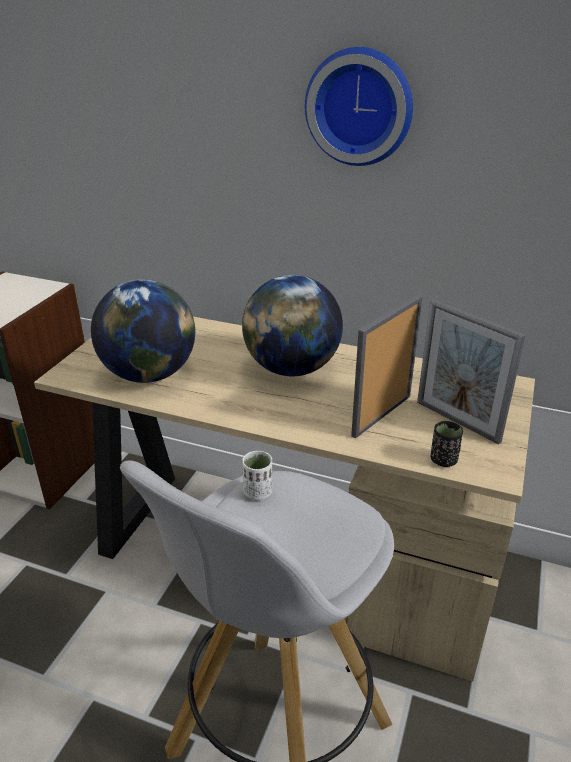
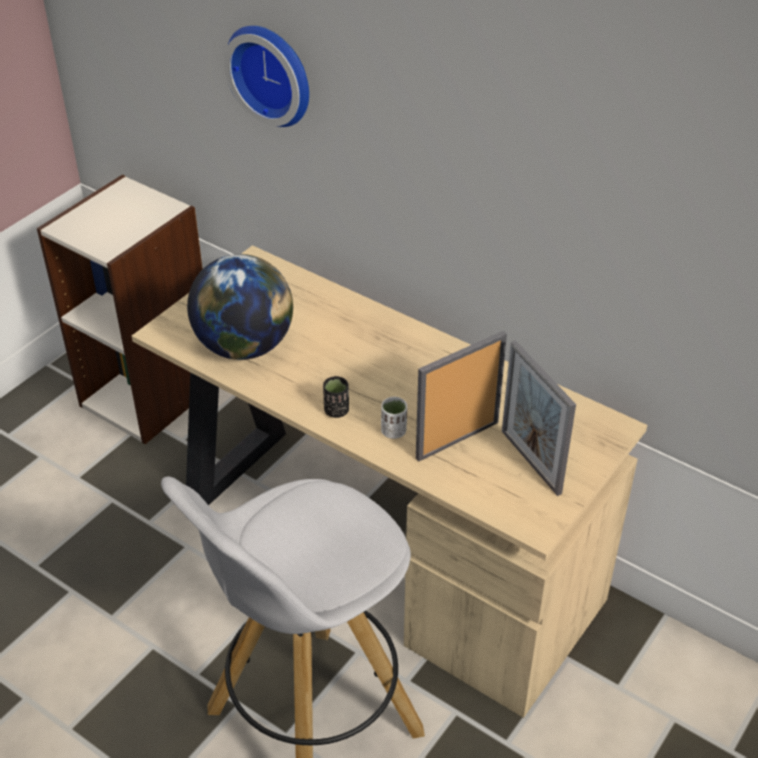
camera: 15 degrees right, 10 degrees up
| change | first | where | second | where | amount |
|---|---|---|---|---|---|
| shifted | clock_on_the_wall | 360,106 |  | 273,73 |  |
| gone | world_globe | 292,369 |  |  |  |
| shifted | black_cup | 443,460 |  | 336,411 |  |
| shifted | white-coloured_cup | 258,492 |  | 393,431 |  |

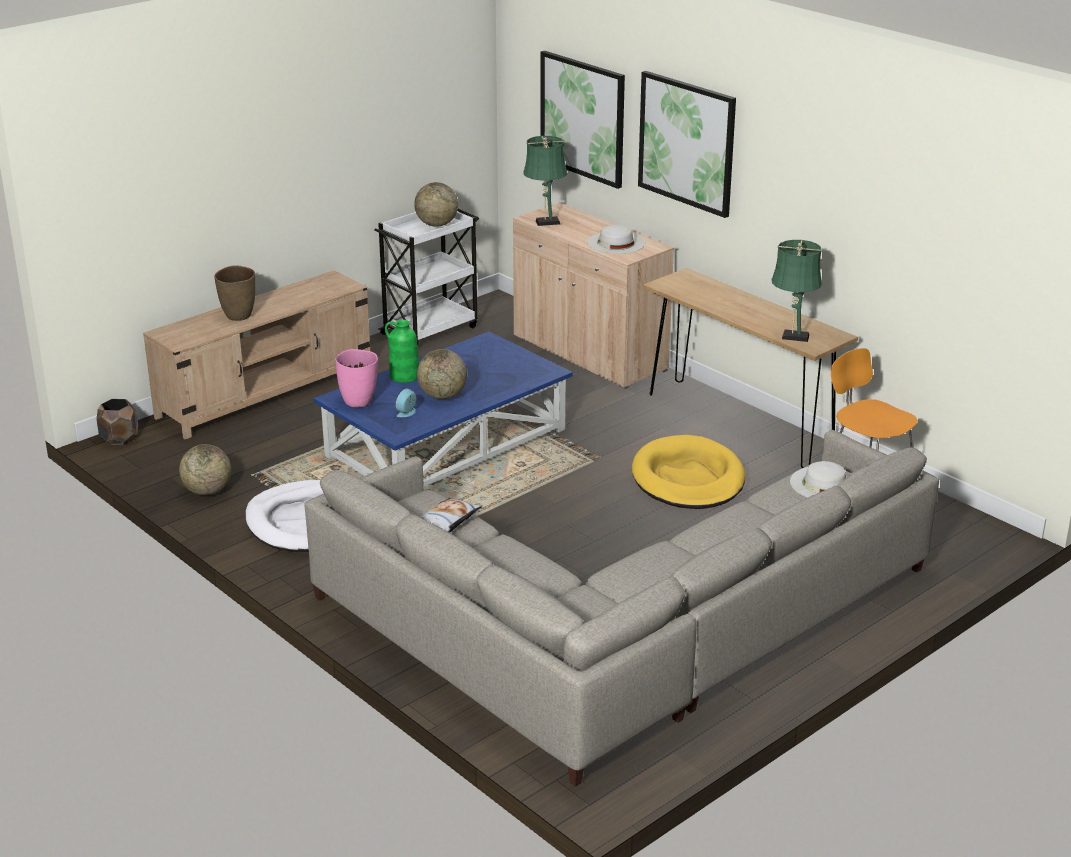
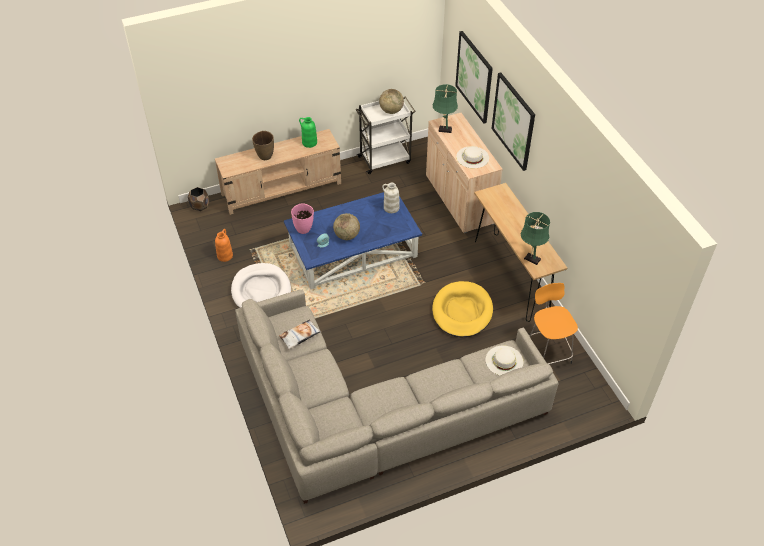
camera: 20 degrees right, 20 degrees up
| change | first | where | second | where | amount |
|---|---|---|---|---|---|
| shifted | greenish_decorative_vase | 404,376 |  | 309,143 |  |
| swapped | world_globe | 207,491 | orange-coloured_decorative_vase | 225,255 |  |
| new |  |  | white-coloured_decorative_vase | 391,208 |  |

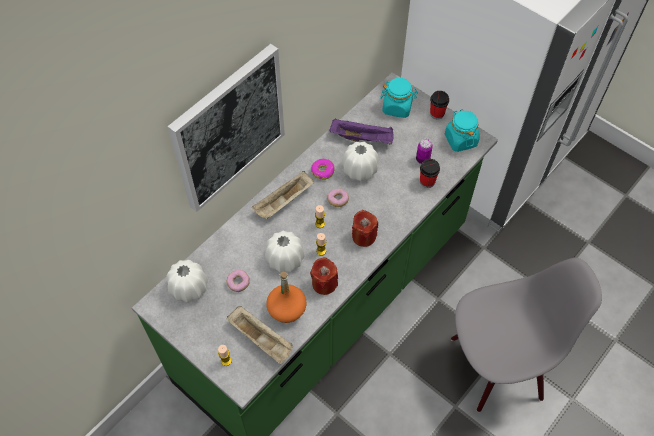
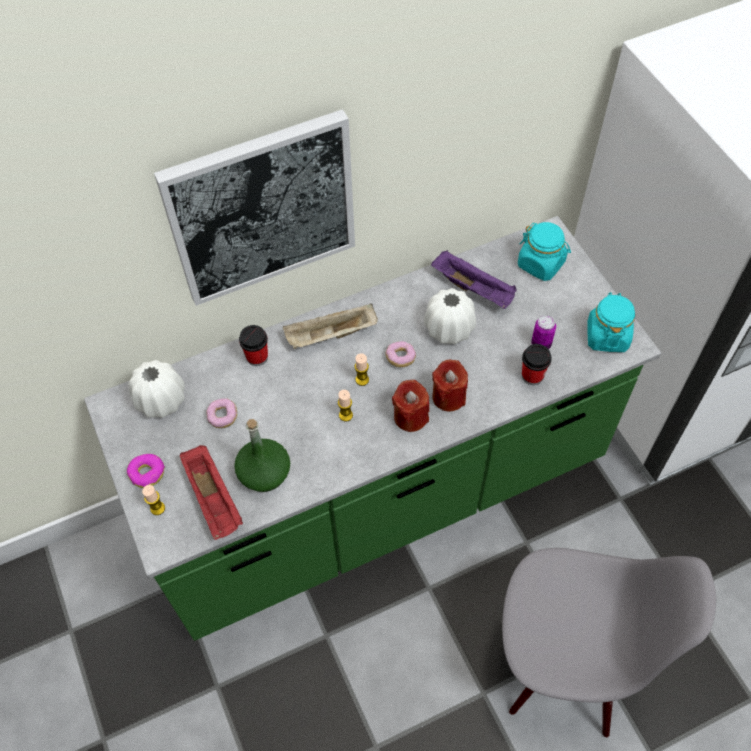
camera: 25 degrees right, 0 degrees up
| change | first | where | second | where | amount |
|---|---|---|---|---|---|
| shifted | cup | 437,114 |  | 257,357 |  |
| shifted | donut | 323,171 |  | 147,473 |  |
| gone | white-coloured_decorative_vase | 285,259 |  |  |  |
| shifted | red_candle | 324,283 |  | 448,397 |  |
| repainted | orange-coloured_bottle | 287,309 | greenish_bottle | 265,473 |  |
| repainted | beige-coloured_tray | 261,339 | red_tray | 214,499 |  |

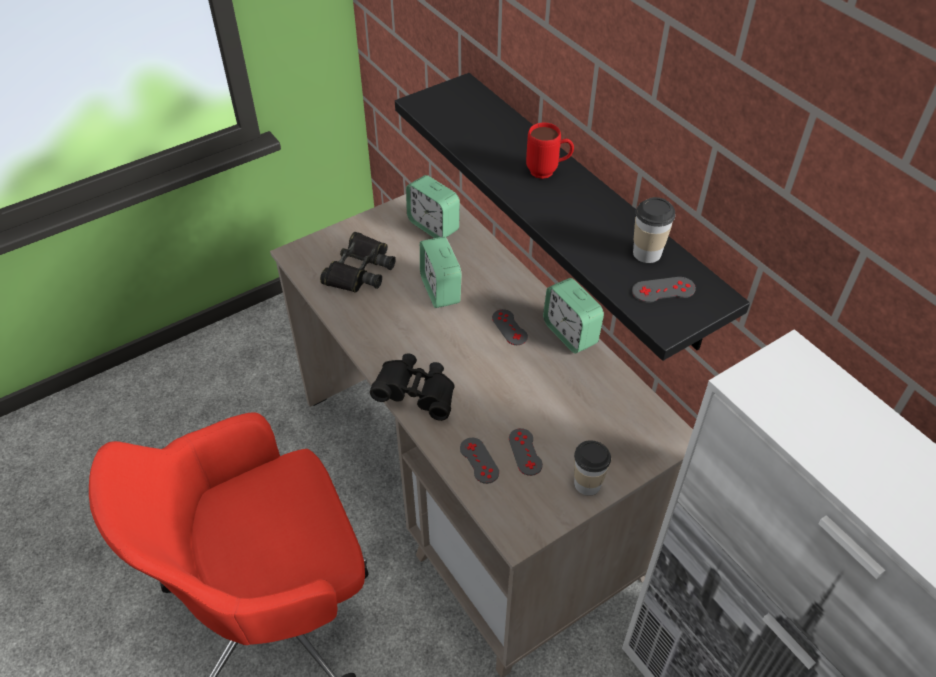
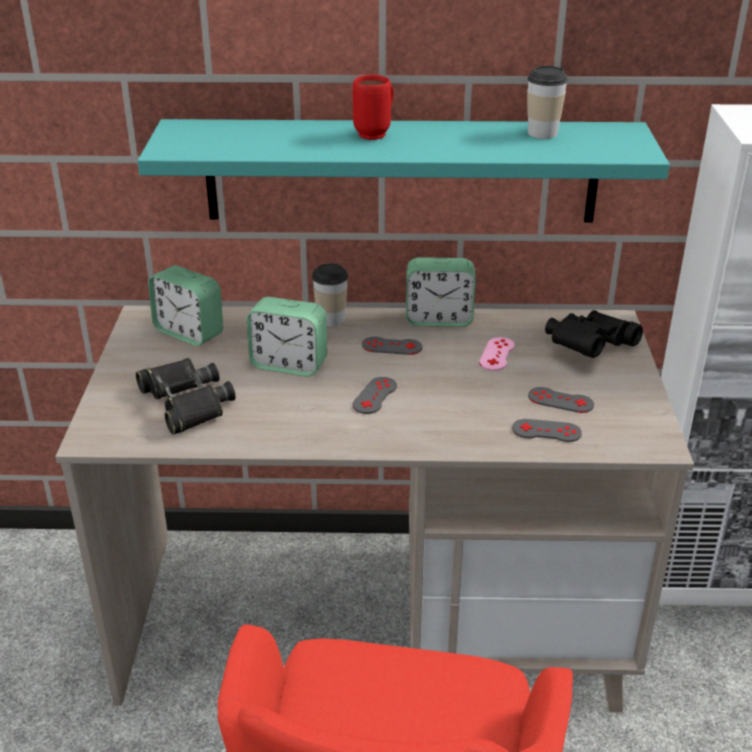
camera: 55 degrees left, 15 degrees down
| change | first | where | second | where | amount |
|---|---|---|---|---|---|
| repainted | black_shelf | 586,209 | blue-green_shelf | 401,171 |  |
| rotated | alarm_clock | 433,226 |  | 189,332 | 45 degrees clockwise |
| shifted | gray_game_controller | 663,290 |  | 375,396 |  |
| shifted | black_binoculars | 417,395 |  | 588,348 |  |
| shifted | cup | 587,484 |  | 331,319 |  |
| new |  |  | pinkish_game_controller | 497,354 |  |

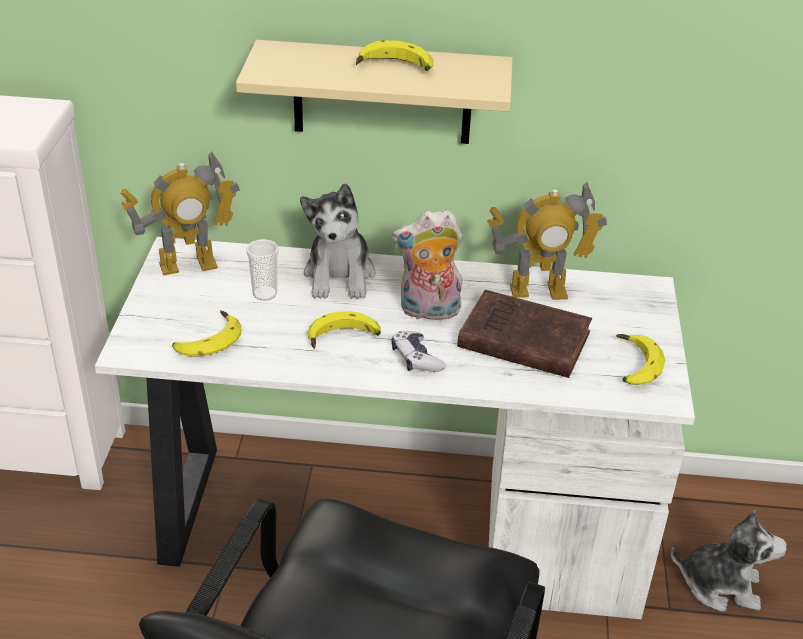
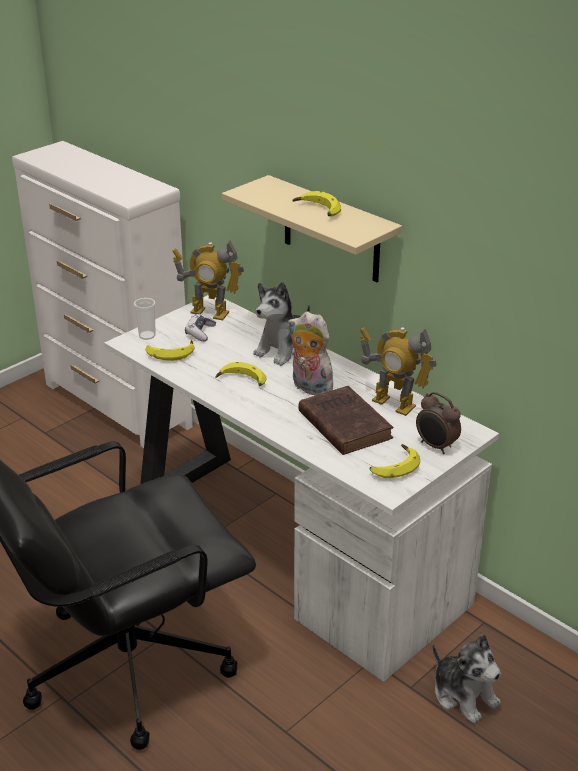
camera: 40 degrees right, 5 degrees down
| change | first | where | second | where | amount |
|---|---|---|---|---|---|
| shifted | cup | 264,294 |  | 147,335 |  |
| shifted | game_controller | 416,359 |  | 200,332 |  |
| new |  |  | alarm_clock | 436,446 |  |

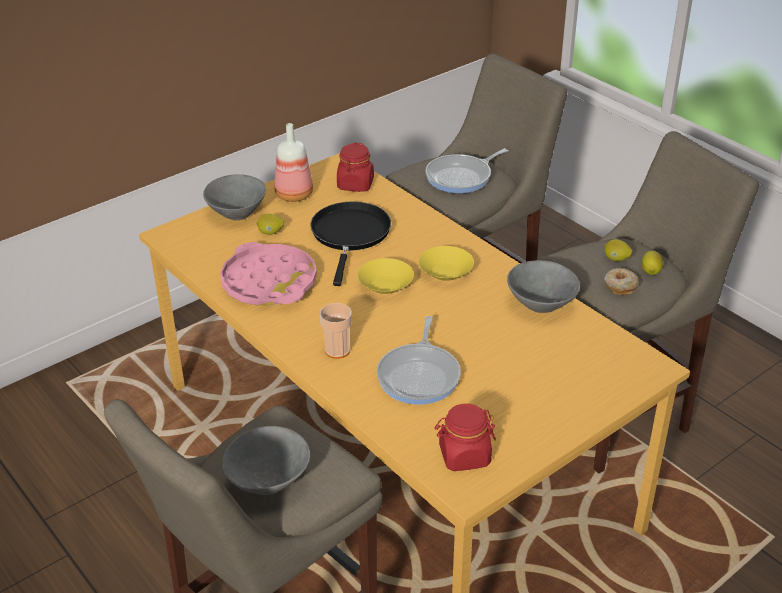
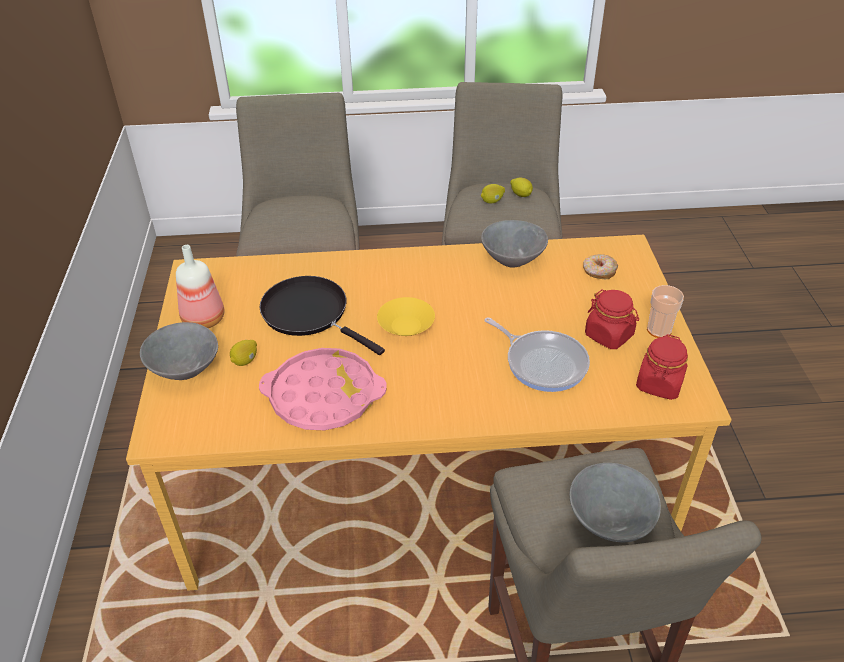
camera: 55 degrees left, 5 degrees up
| change | first | where | second | where | amount |
|---|---|---|---|---|---|
| shifted | red_preserve_jar | 355,184 |  | 609,335 |  |
| gone | frying_pan | 462,177 |  |  |  |
| gone | yellow-coloured_bowl | 446,273 |  |  |  |
| shifted | donut | 620,286 |  | 599,271 |  |
| shifted | cup | 337,350 |  | 659,330 |  |

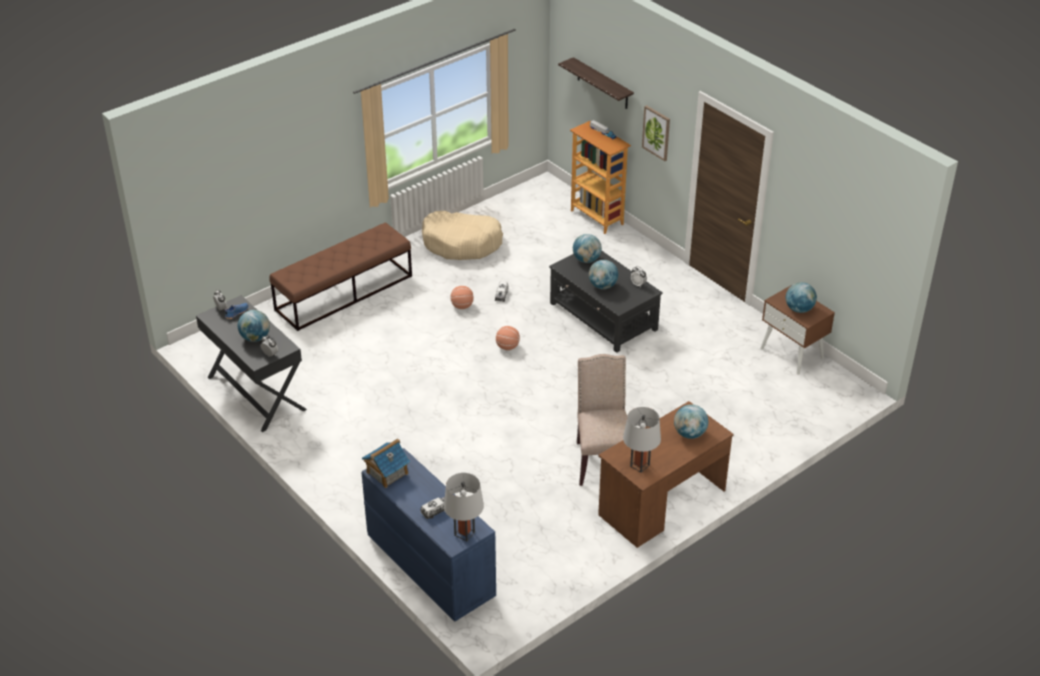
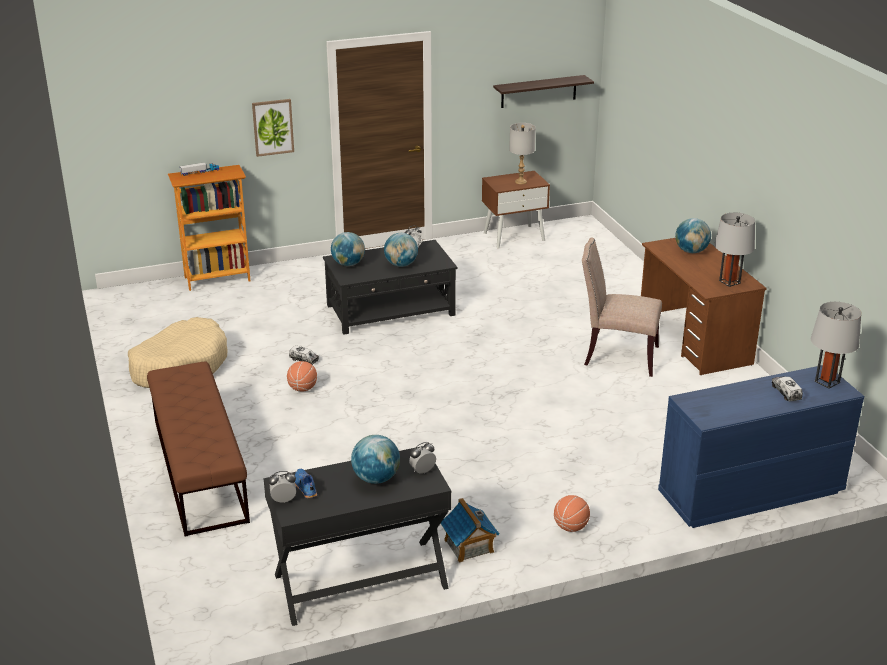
camera: 70 degrees left, 10 degrees down
| change | first | where | second | where | amount |
|---|---|---|---|---|---|
| shifted | shelf | 602,84 |  | 538,91 |  |
| swapped | world_globe | 799,309 | gray_lamp_for_a_table | 520,182 |  |
| shifted | basketball_ball | 507,347 |  | 570,527 |  |
| shifted | miniature_house | 387,473 |  | 469,546 |  |

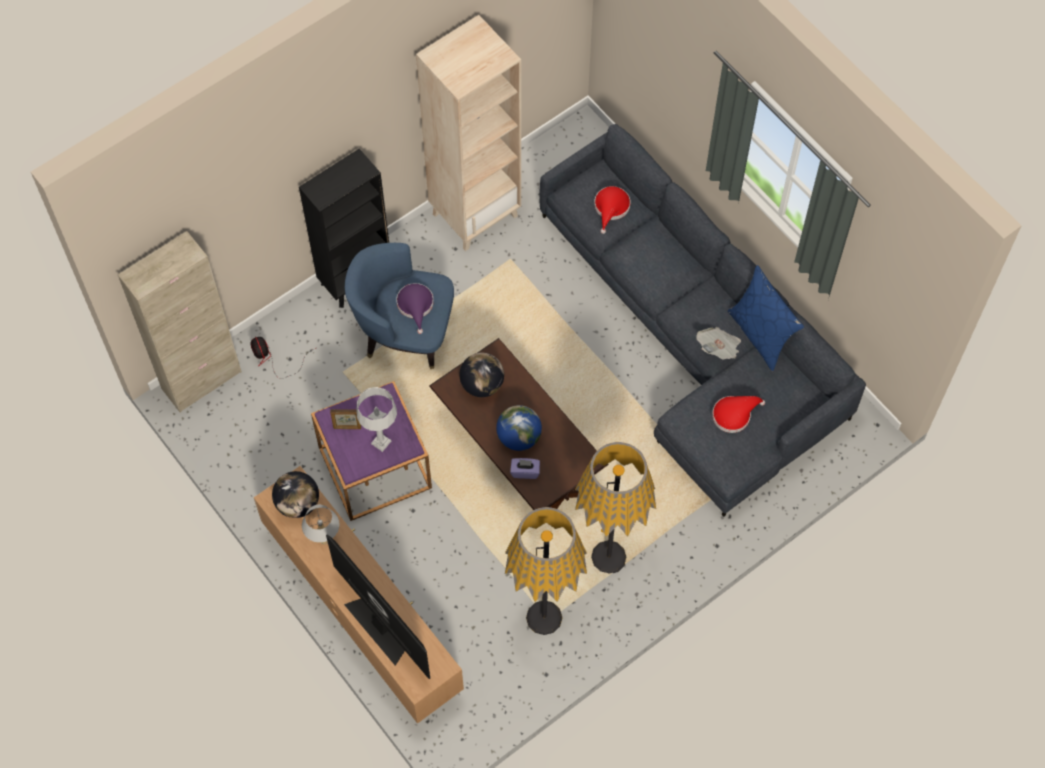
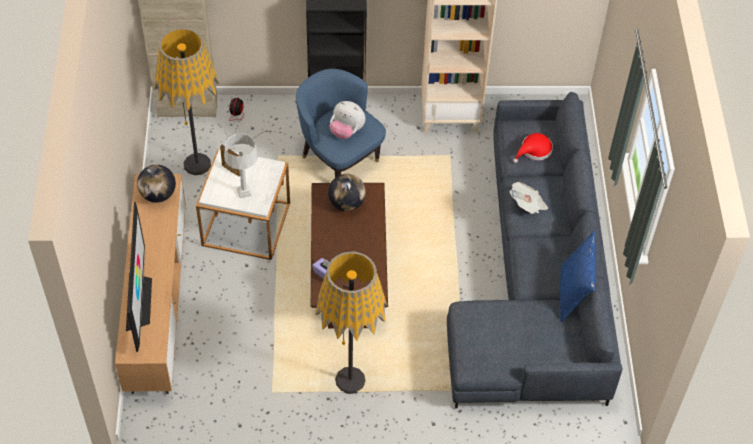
camera: 35 degrees right, 10 degrees down
| change | first | where | second | where | amount |
|---|---|---|---|---|---|
| swapped | purple-coloured_hat | 416,306 | soft_toy | 346,131 |  |
| shifted | newspaper | 719,348 |  | 527,205 |  |
| repainted | purple-coloured_end_table | 375,467 | white-coloured_end_table | 246,224 |  |
| gone | red_hat | 734,414 |  |  |  |
| gone | world_globe | 519,437 |  |  |  |
| gone | white-coloured_lamp_for_a_table | 324,540 |  |  |  |
| shifted | standard_lamp | 544,617 |  | 197,164 |  |

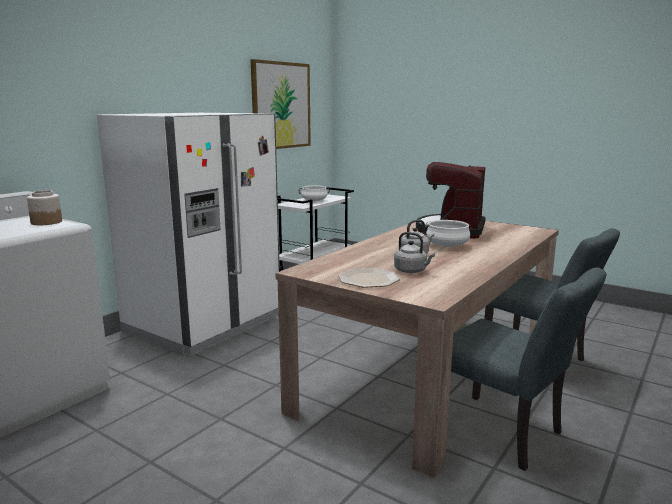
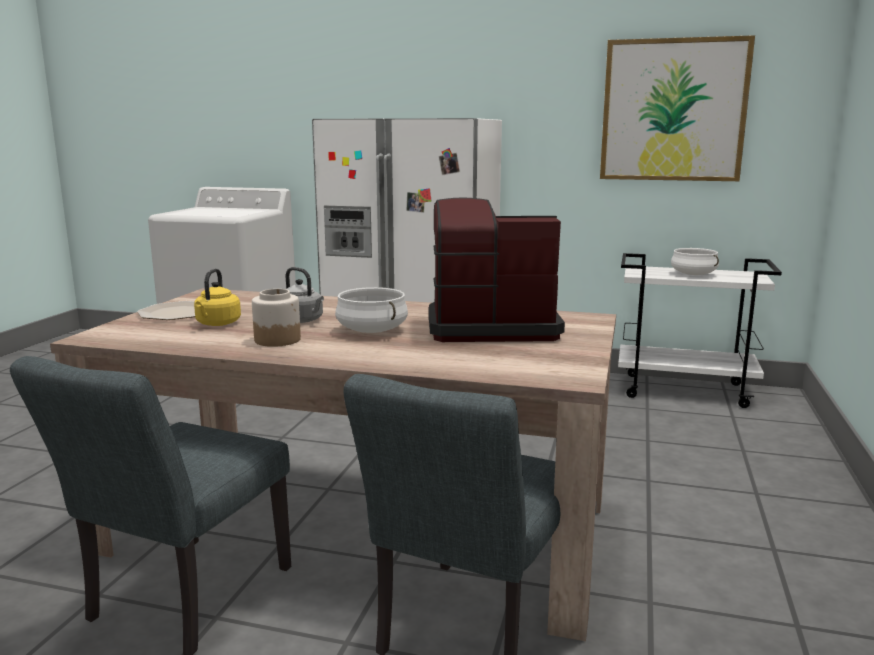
camera: 70 degrees right, 0 degrees up
| change | first | where | second | where | amount |
|---|---|---|---|---|---|
| shifted | preserve_jar | 46,222 |  | 277,340 |  |
| repainted | gray_kettle | 412,271 | yellow-coloured_kettle | 217,324 |  |

